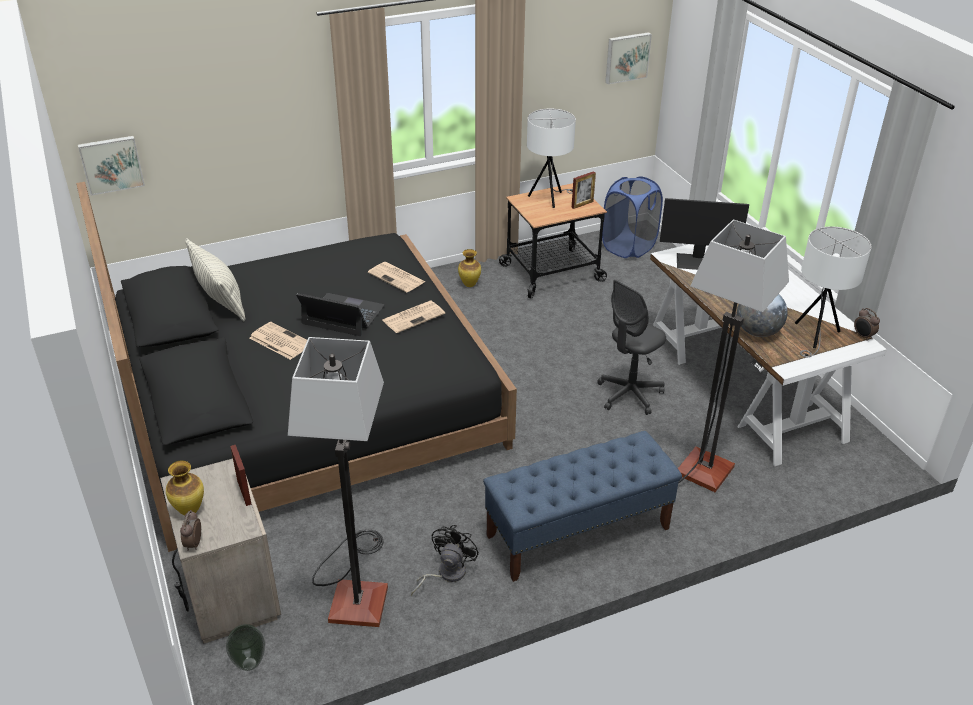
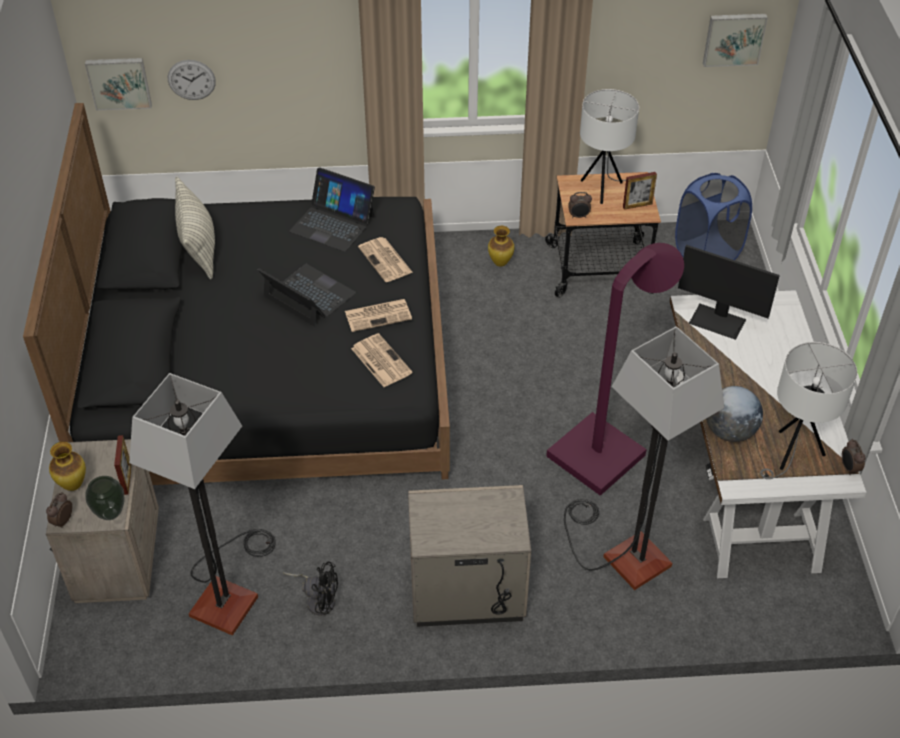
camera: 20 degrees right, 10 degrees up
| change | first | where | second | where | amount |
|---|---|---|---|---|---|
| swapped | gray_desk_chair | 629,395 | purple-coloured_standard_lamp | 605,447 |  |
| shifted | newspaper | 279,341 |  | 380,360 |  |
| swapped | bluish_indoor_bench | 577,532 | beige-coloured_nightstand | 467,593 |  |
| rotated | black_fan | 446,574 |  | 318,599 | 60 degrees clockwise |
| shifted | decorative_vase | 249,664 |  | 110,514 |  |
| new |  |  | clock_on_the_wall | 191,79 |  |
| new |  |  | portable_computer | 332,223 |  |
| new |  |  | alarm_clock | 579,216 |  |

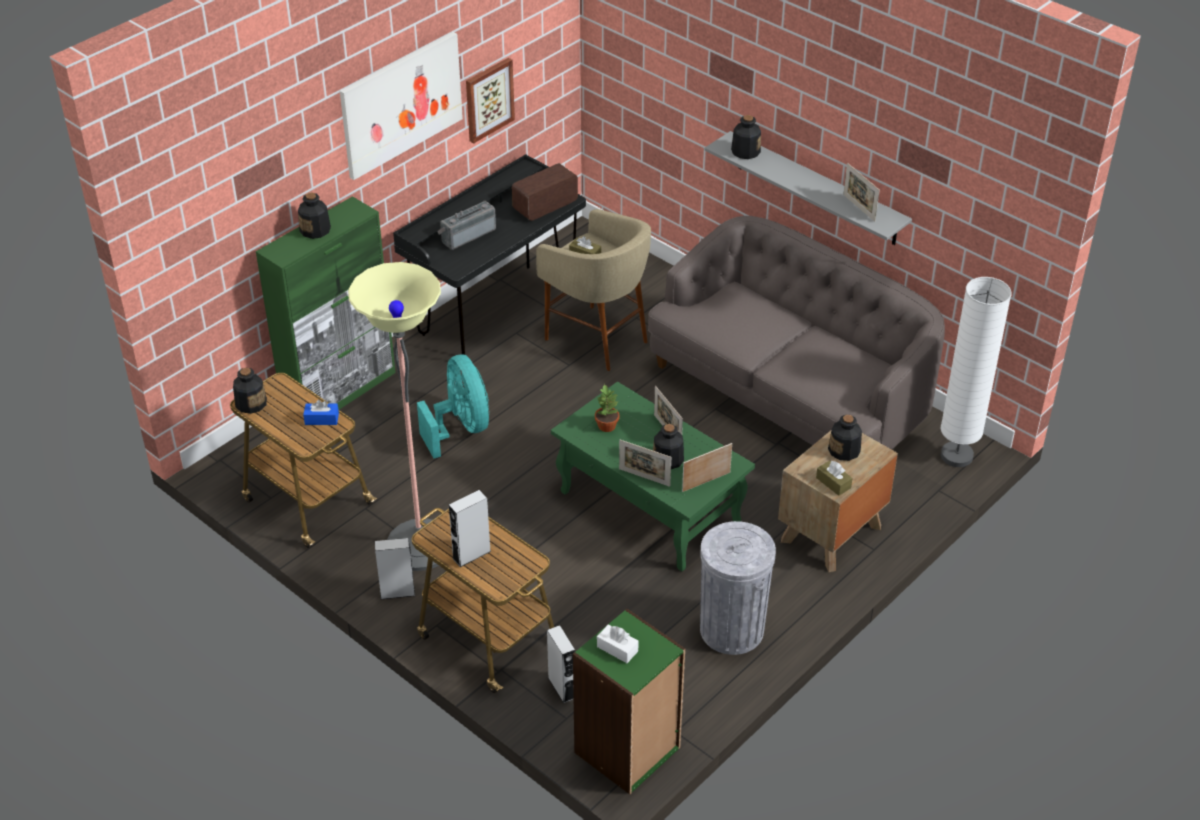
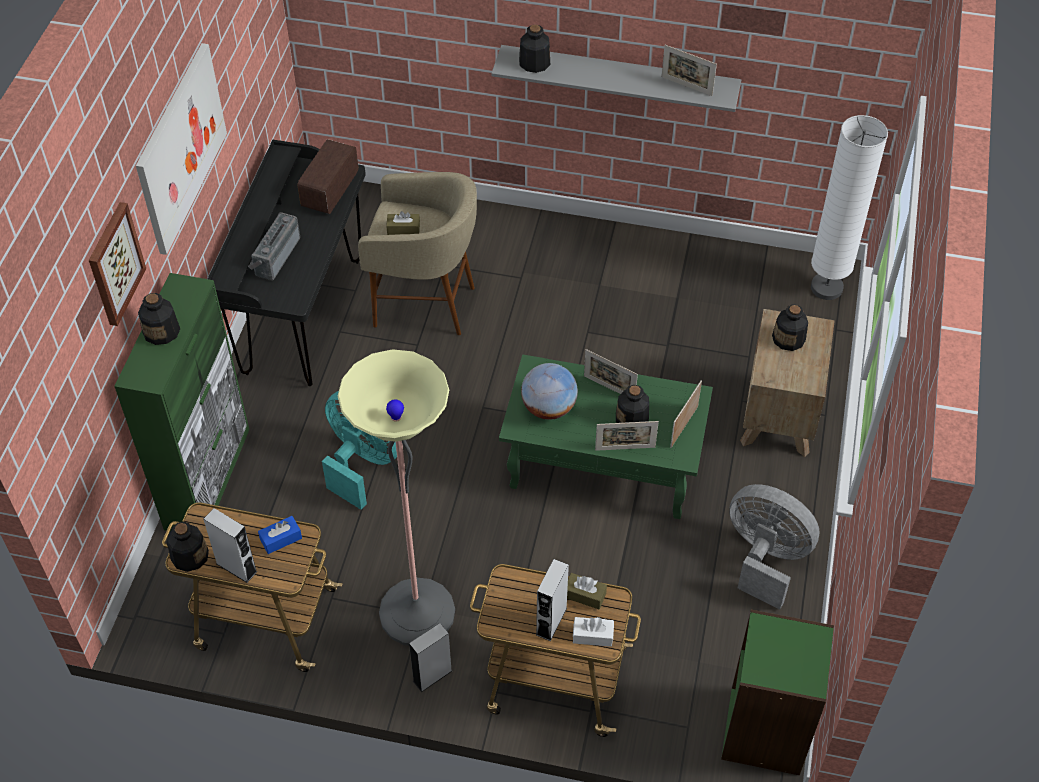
camera: 30 degrees left, 10 degrees up
| change | first | where | second | where | amount |
|---|---|---|---|---|---|
| shifted | picture | 488,99 |  | 114,264 |  |
| gone | gray_sofa | 791,394 |  |  |  |
| swapped | houseplant | 606,425 | world_globe | 548,408 |  |
| shifted | brownish_tissue_holder | 833,483 |  | 584,595 |  |
| swapped | gray_rubbish_bin | 731,630 | gray_fan | 765,558 |  |
| shifted | white-coloured_tissue_holder | 617,649 |  | 592,635 |  |
| shifted | gray_audio_speaker | 562,688 |  | 236,567 |  |

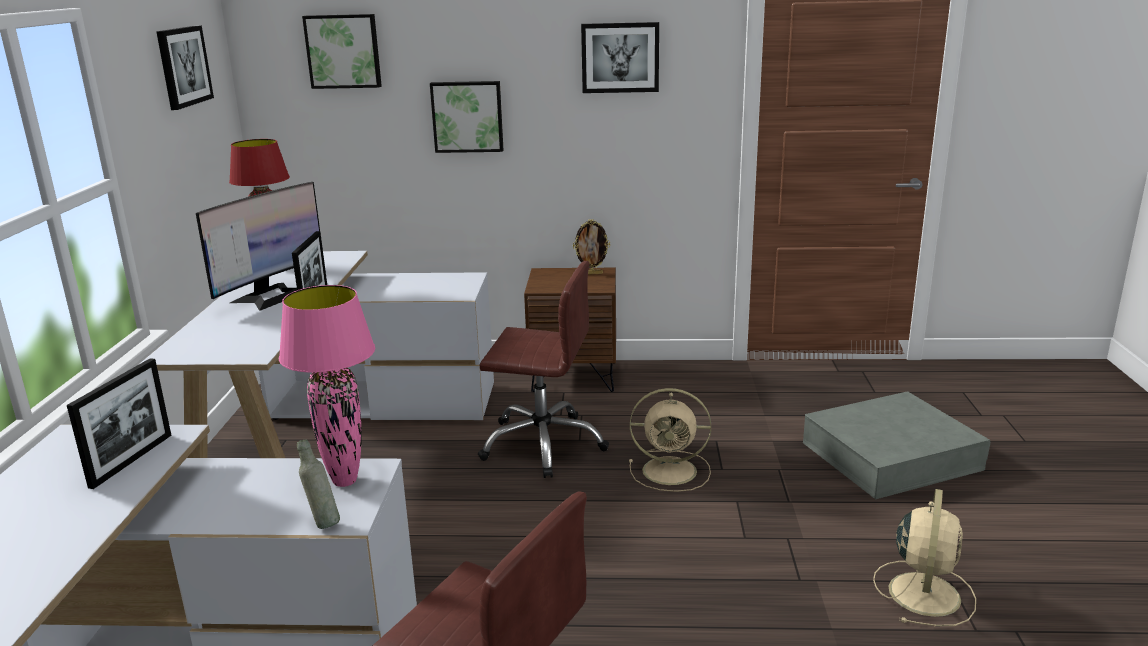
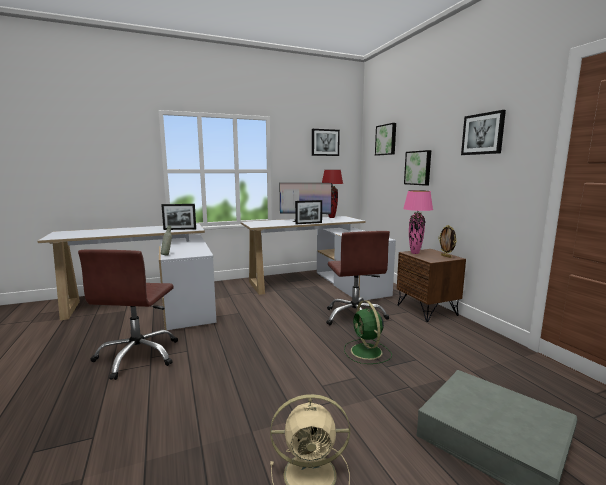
camera: 65 degrees right, 10 degrees down
| change | first | where | second | where | amount |
|---|---|---|---|---|---|
| shifted | pinkish_lamp_for_a_table | 345,481 |  | 415,253 |  |
| repainted | beige-coloured_fan | 672,471 | greenish_fan | 367,352 |  |

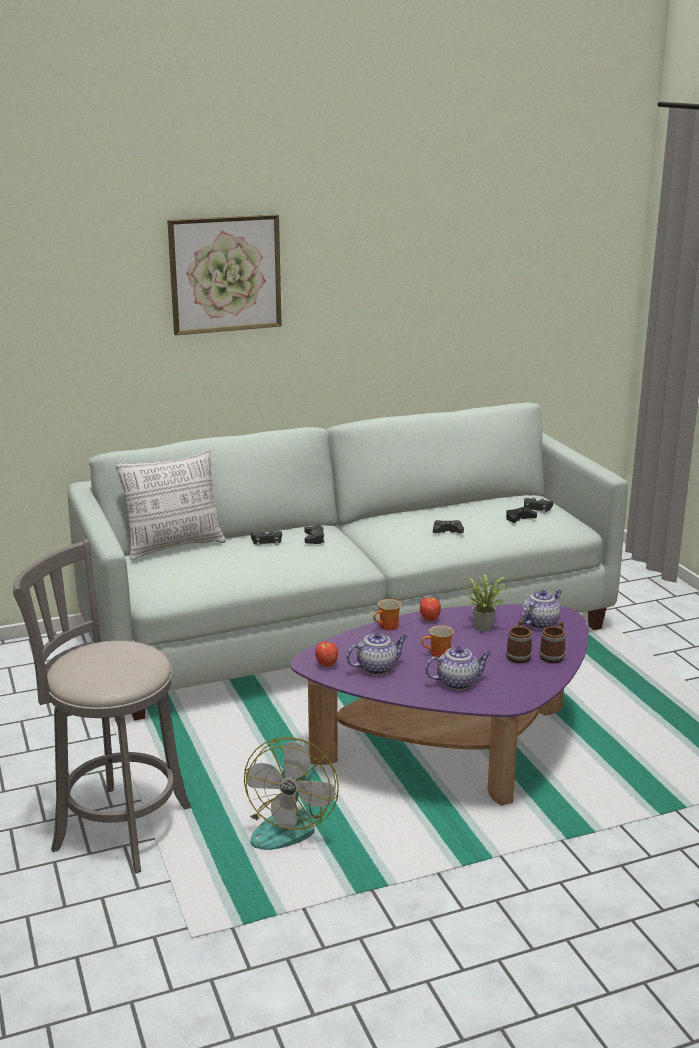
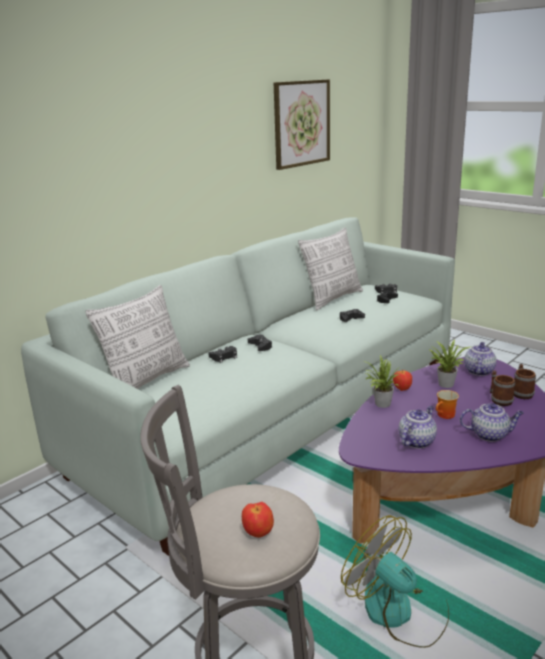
camera: 25 degrees left, 0 degrees up
| change | first | where | second | where | amount |
|---|---|---|---|---|---|
| shifted | picture | 225,274 |  | 301,123 |  |
| swapped | tea_mug | 388,627 | houseplant | 380,404 |  |
| shifted | apple_fruit | 327,665 |  | 258,533 |  |
| rotated | teapot | 458,682 |  | 490,434 | 45 degrees clockwise |
| rotated | fan | 288,823 |  | 398,612 | 150 degrees clockwise |
| new |  |  | pillow | 332,298 |  |

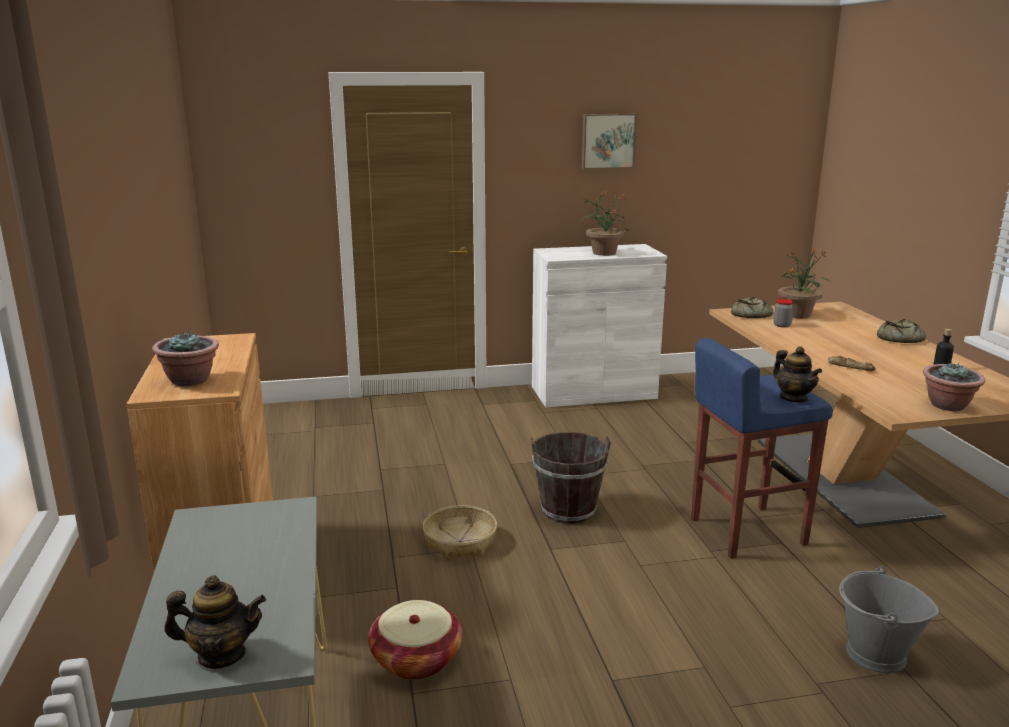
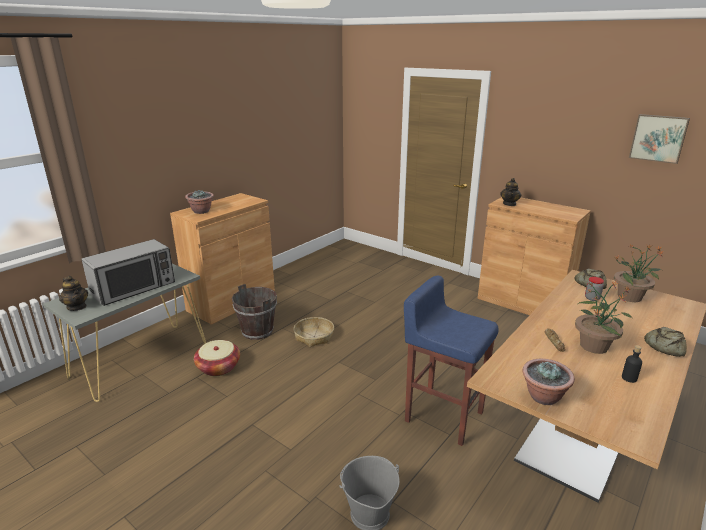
camera: 50 degrees right, 5 degrees up
| change | first | where | second | where | amount |
|---|---|---|---|---|---|
| shifted | picture | 607,141 |  | 658,138 |  |
| shifted | houseplant | 604,253 |  | 594,346 |  |
| repainted | white-coloured_cupboard | 593,392 | brownish_cupboard | 523,303 |  |
| shifted | teapot | 793,398 |  | 509,204 |  |
| shifted | brownish_pail | 568,510 |  | 257,331 |  |
| new |  |  | microwave_oven | 134,288 |  |

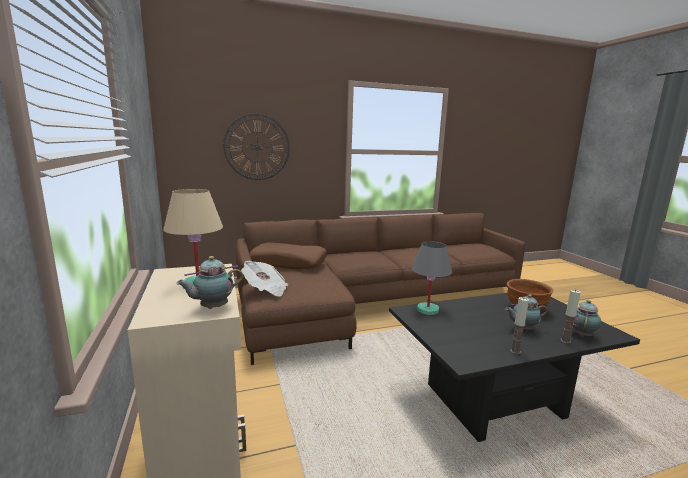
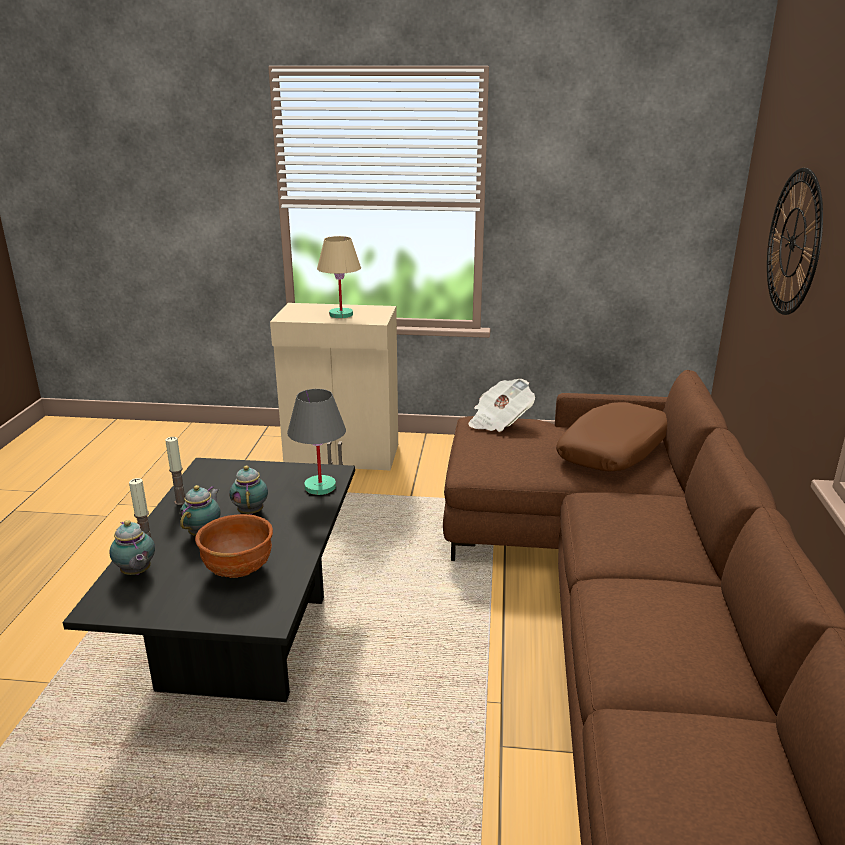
camera: 115 degrees right, 10 degrees up
| change | first | where | second | where | amount |
|---|---|---|---|---|---|
| shifted | teapot | 212,308 |  | 251,511 |  |

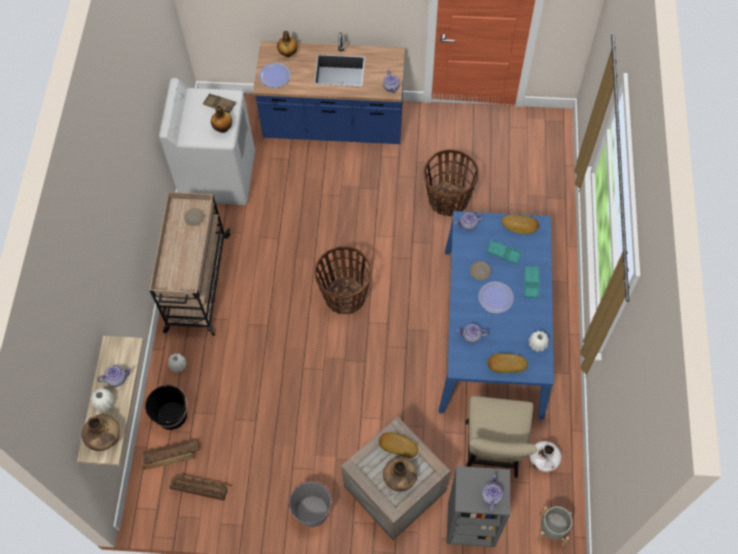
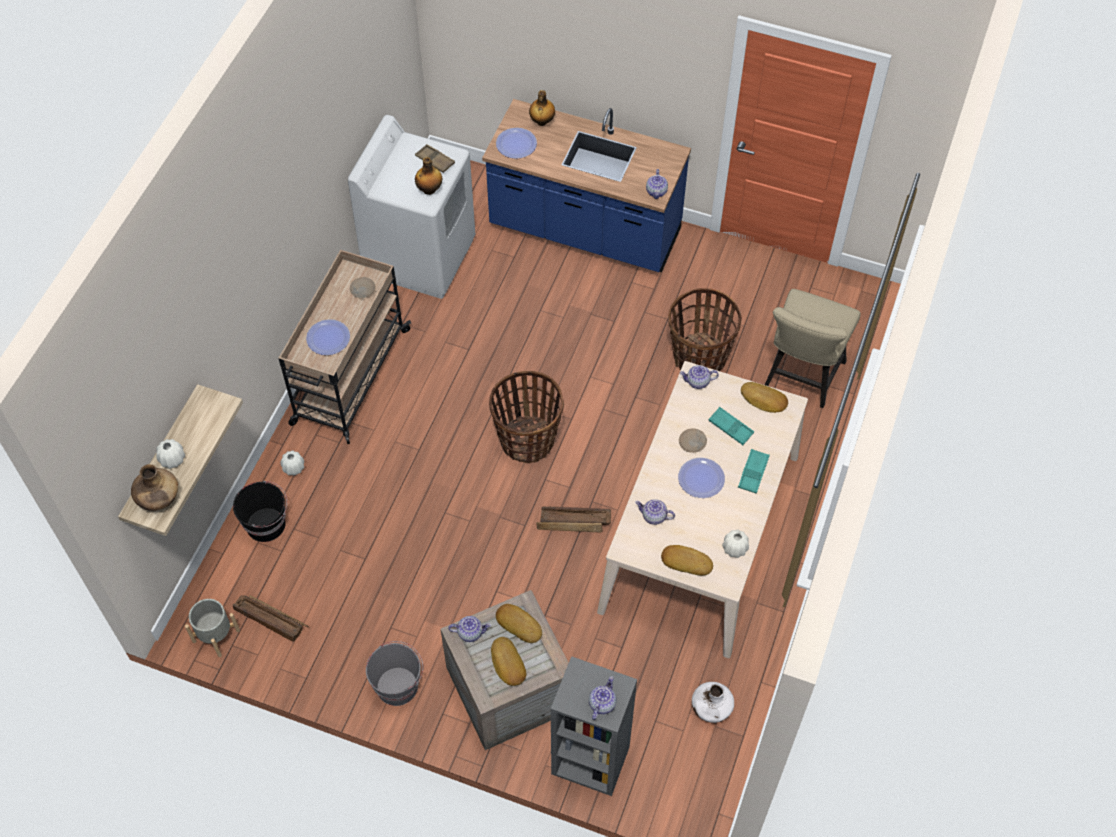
camera: 15 degrees right, 5 degrees down
| change | first | where | second | where | amount |
|---|---|---|---|---|---|
| repainted | bluish_dining_table | 492,331 | beige-coloured_dining_table | 700,532 |  |
| shifted | teapot | 117,378 |  | 470,632 |  |
| shifted | beige-coloured_chair | 492,454 |  | 801,379 |  |
| shifted | crate | 171,455 |  | 574,522 |  |
| swapped | brownish_decorative_vase | 399,478 | bakery_bread | 507,664 |  |
| shifted | gray_flower_pot | 551,529 |  | 216,635 |  |
| new |  |  | flat_dish | 328,338 |  |

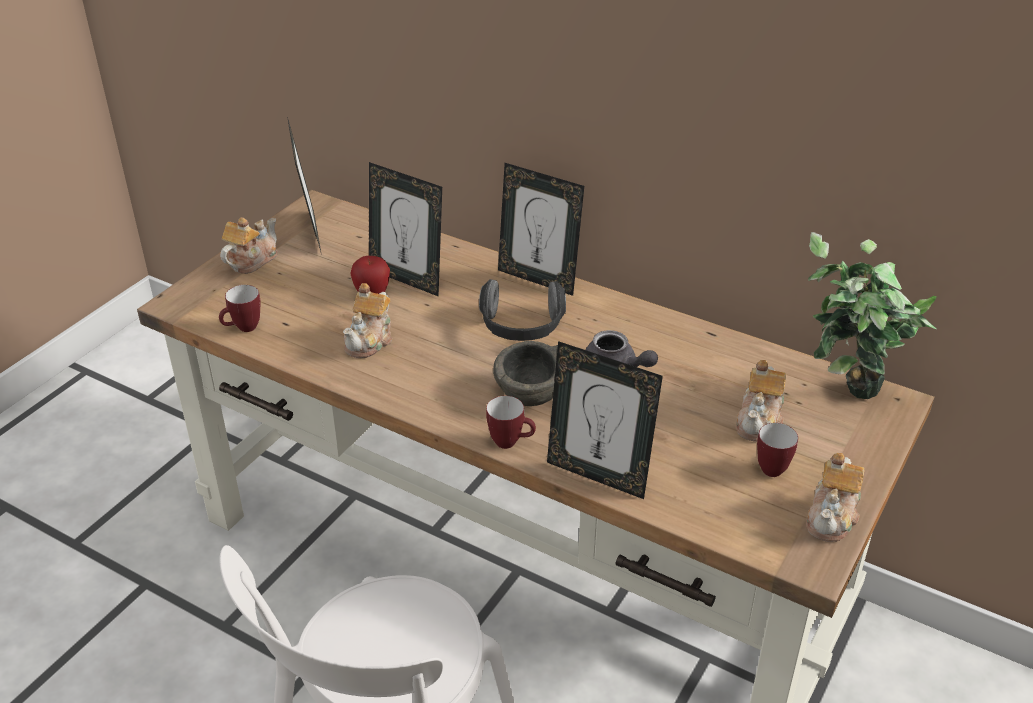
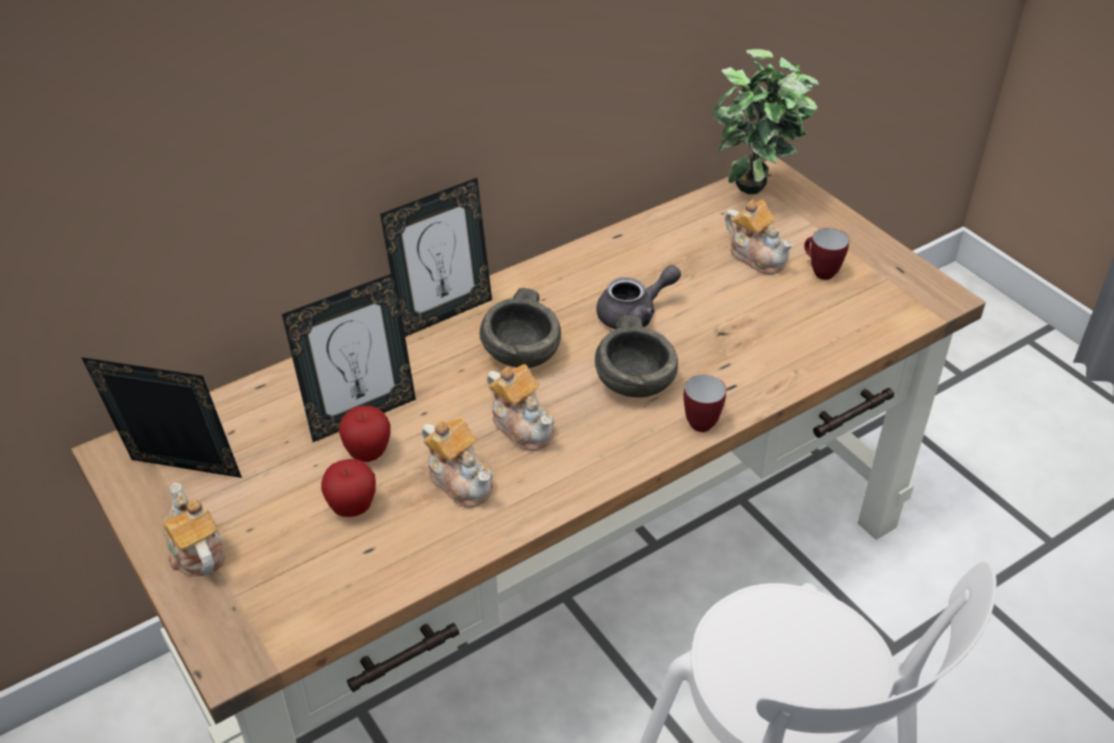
camera: 65 degrees left, 5 degrees up
| change | first | where | second | where | amount |
|---|---|---|---|---|---|
| swapped | headset | 521,328 | gray_bowl | 522,354 |  |
| gone | tea_mug | 243,329 |  |  |  |
| gone | photo_frame | 598,475 |  |  |  |
| shifted | teapot | 832,517 |  | 522,425 |  |
| new |  |  | apple_fruit | 352,508 |  |

